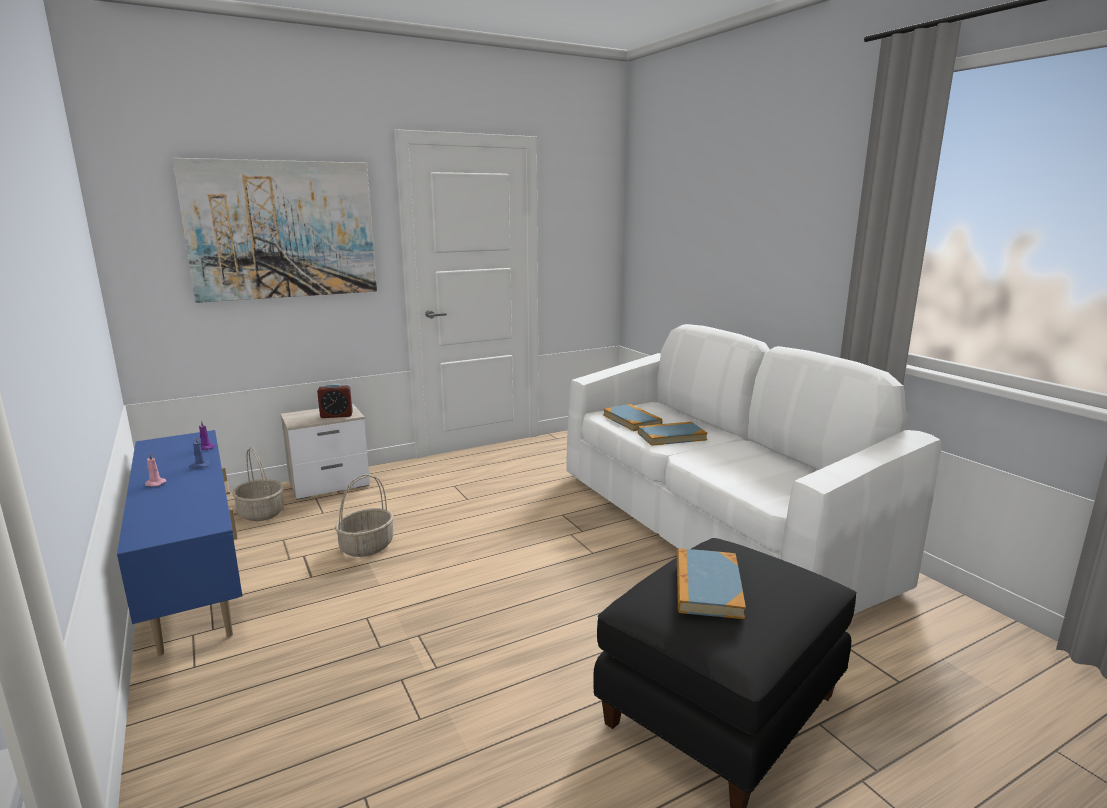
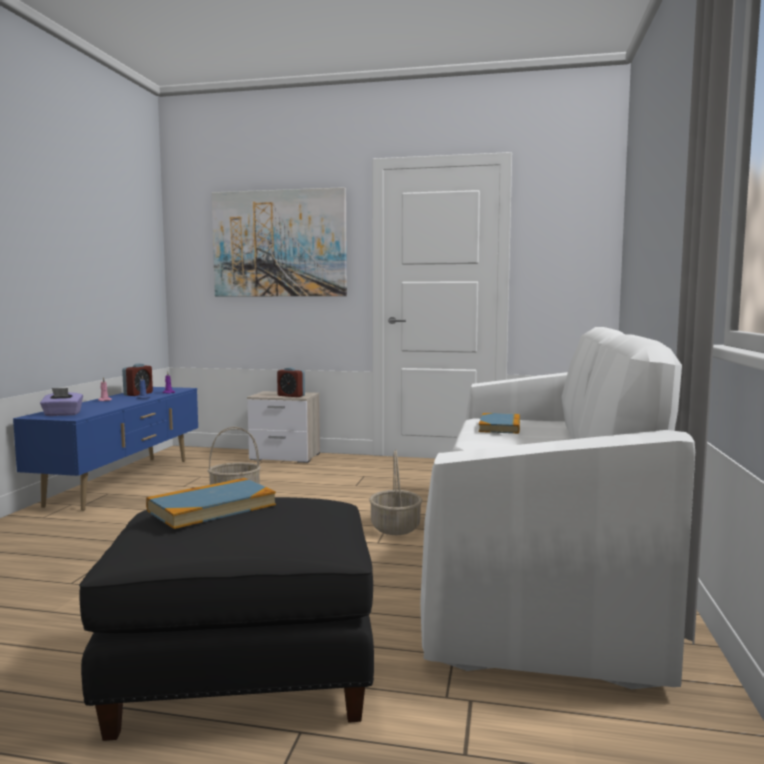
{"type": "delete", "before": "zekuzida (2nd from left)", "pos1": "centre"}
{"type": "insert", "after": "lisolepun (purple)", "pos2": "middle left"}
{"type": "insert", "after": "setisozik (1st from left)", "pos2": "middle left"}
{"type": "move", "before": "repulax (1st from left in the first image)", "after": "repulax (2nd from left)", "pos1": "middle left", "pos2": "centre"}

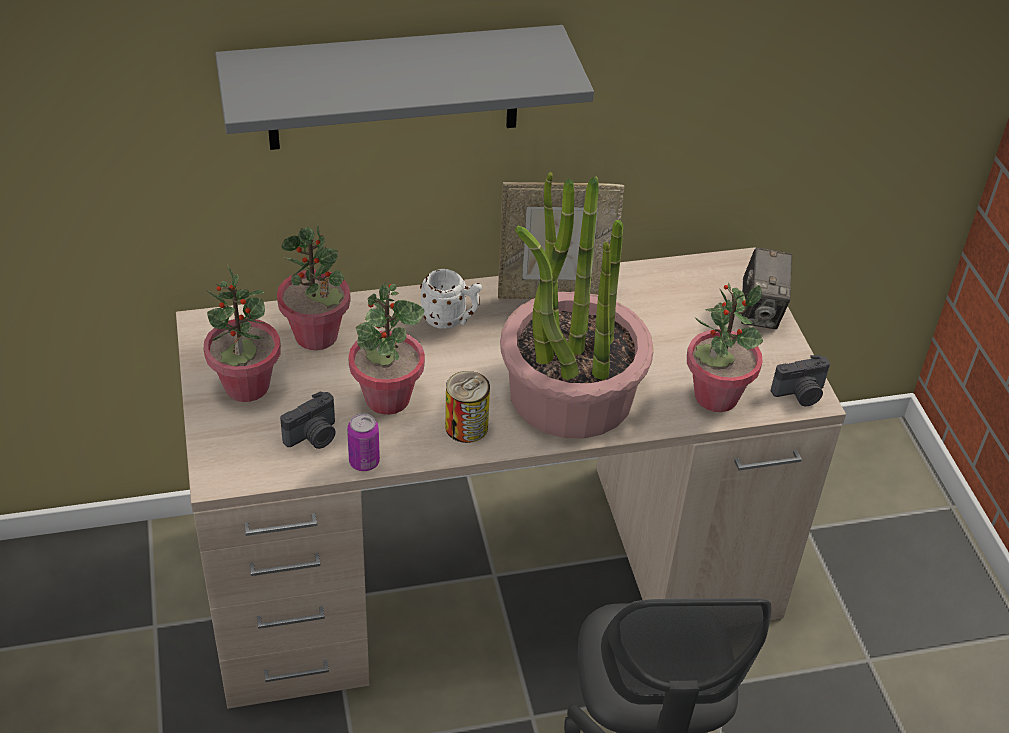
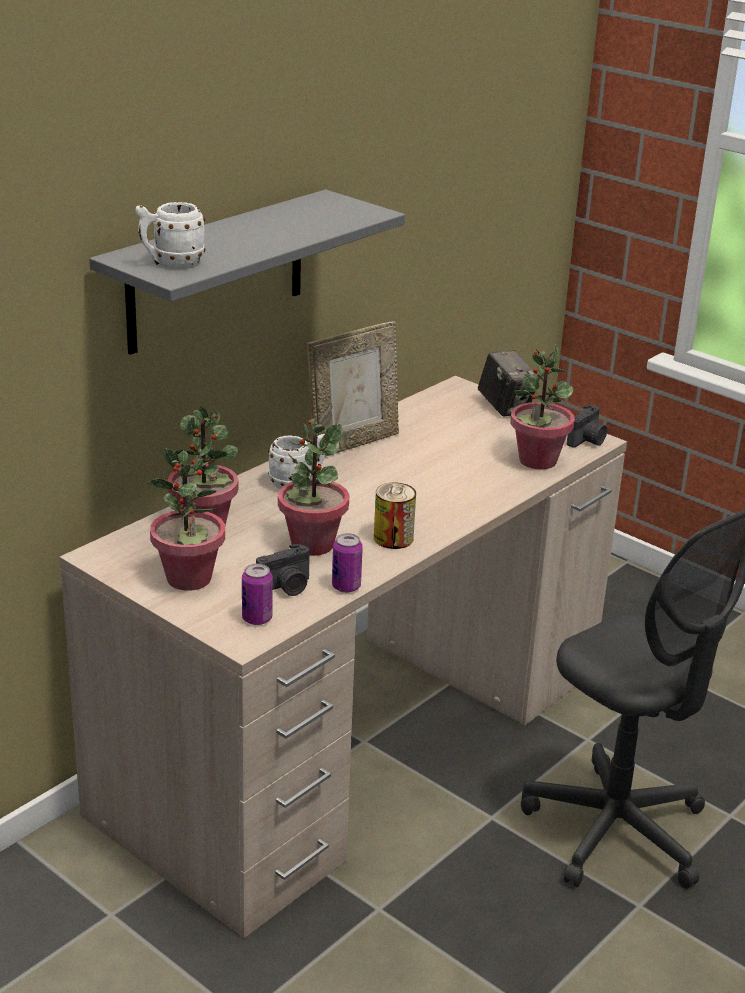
{"type": "delete", "before": "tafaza (4th from left)", "pos1": "centre"}
{"type": "insert", "after": "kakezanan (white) (1st from left)", "pos2": "top left"}
{"type": "insert", "after": "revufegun (1st from left)", "pos2": "centre"}
{"type": "rotate", "before": "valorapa (1st from left)", "pos1": "middle left", "pos2": "centre", "turn": 45}

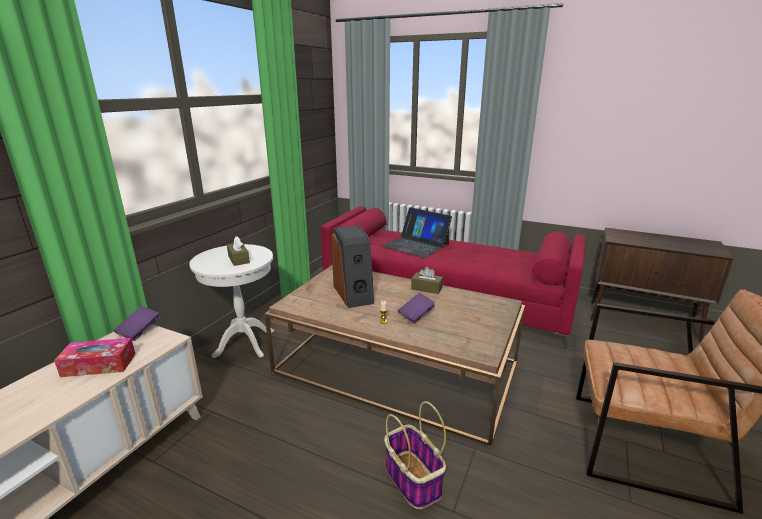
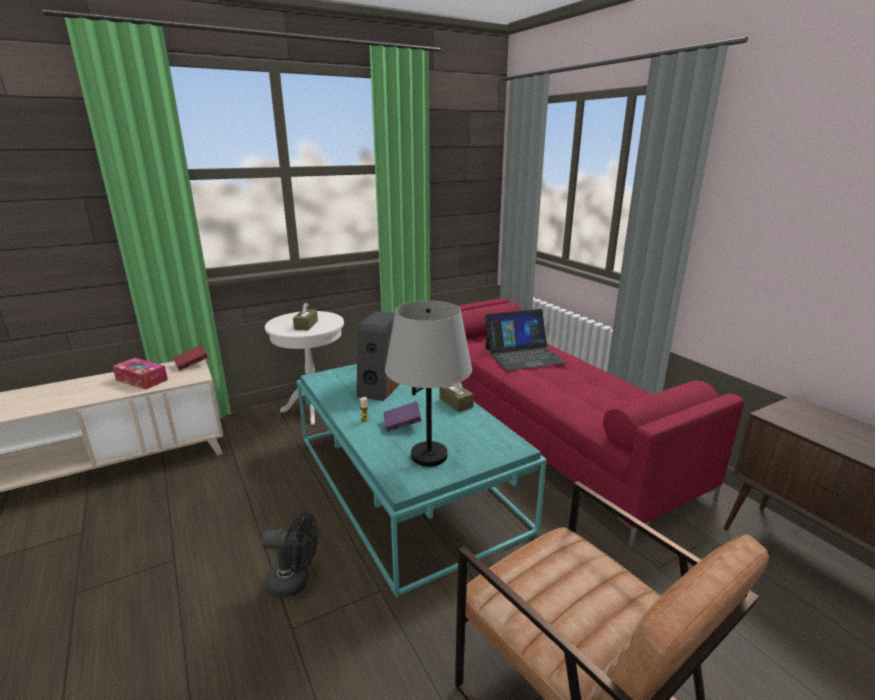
{"type": "insert", "after": "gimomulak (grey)", "pos2": "centre"}
{"type": "replace", "before": "repulax", "after": "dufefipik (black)", "pos1": "bottom centre", "pos2": "bottom left"}
{"type": "recolor", "before": "zekuzida (purple) (1st from left)", "after": "zekuzida (red)", "pos1": "middle left", "pos2": "middle left"}
{"type": "recolor", "before": "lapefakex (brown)", "after": "lapefakex (turquoise)", "pos1": "bottom centre", "pos2": "bottom centre"}
{"type": "rotate", "before": "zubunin", "pos1": "centre", "pos2": "centre", "turn": -90}

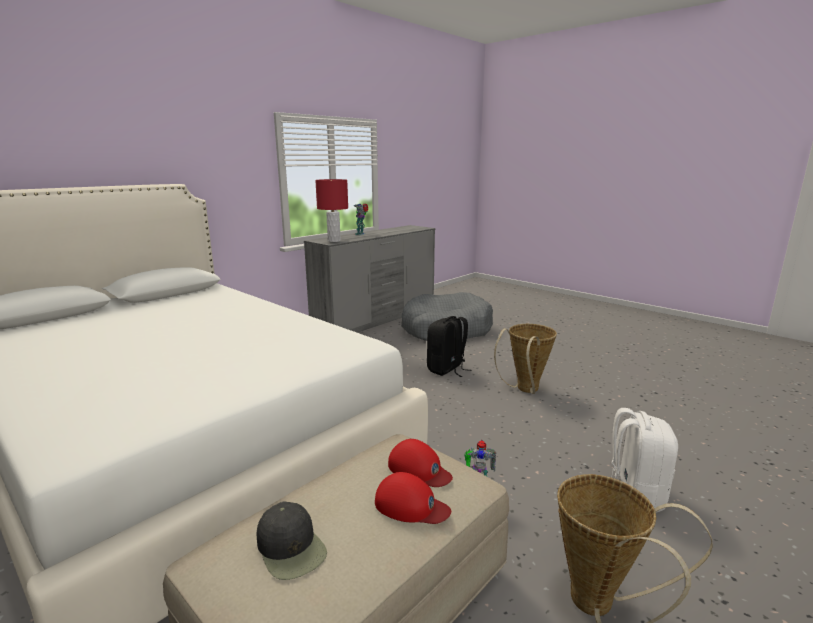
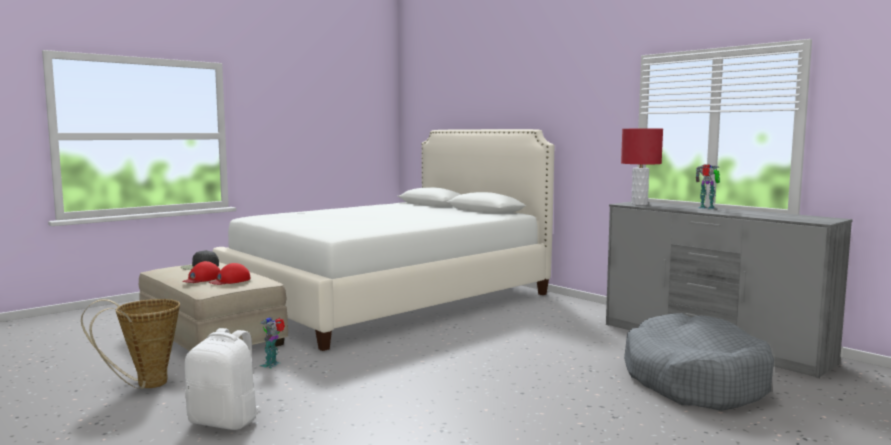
{"type": "delete", "before": "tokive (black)", "pos1": "centre"}
{"type": "delete", "before": "repulax (1st from left)", "pos1": "centre"}

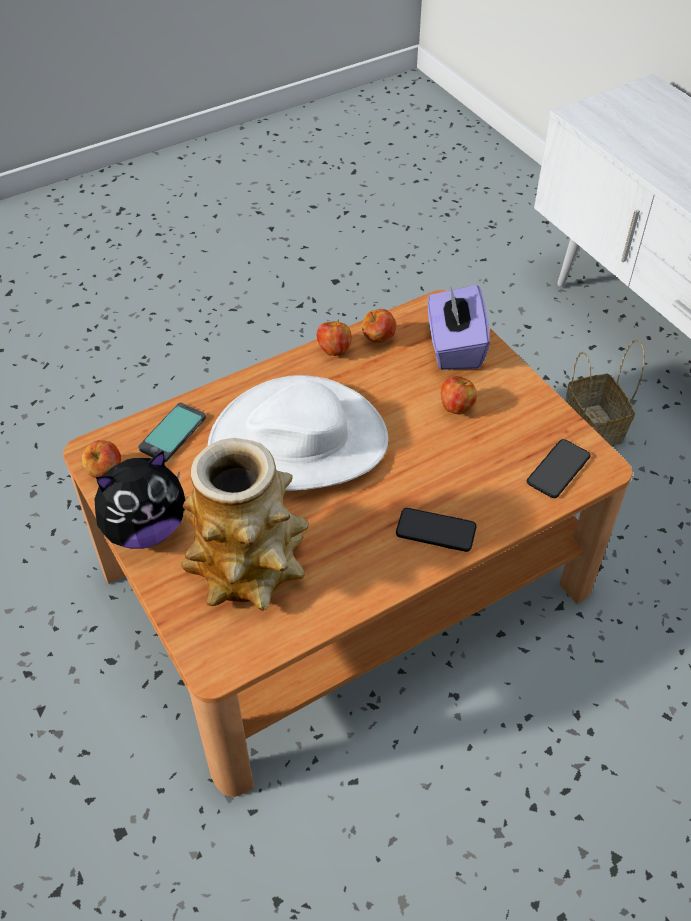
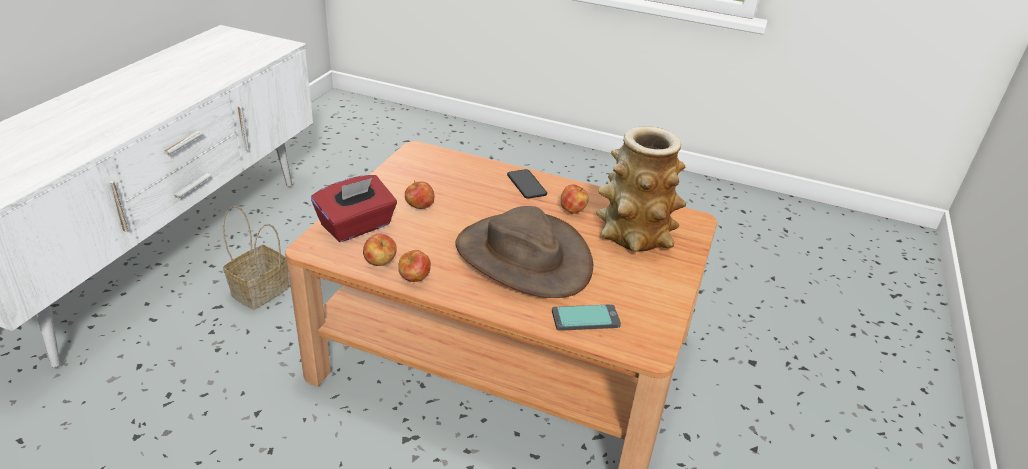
{"type": "delete", "before": "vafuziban", "pos1": "middle left"}
{"type": "delete", "before": "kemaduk (3rd from left)", "pos1": "middle right"}
{"type": "move", "before": "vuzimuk (1st from left in the first image)", "after": "vuzimuk (4th from left)", "pos1": "middle left", "pos2": "centre"}
{"type": "recolor", "before": "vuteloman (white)", "after": "vuteloman (brown)", "pos1": "centre", "pos2": "centre"}
{"type": "recolor", "before": "lisolepun (purple)", "after": "lisolepun (red)", "pos1": "centre", "pos2": "centre"}

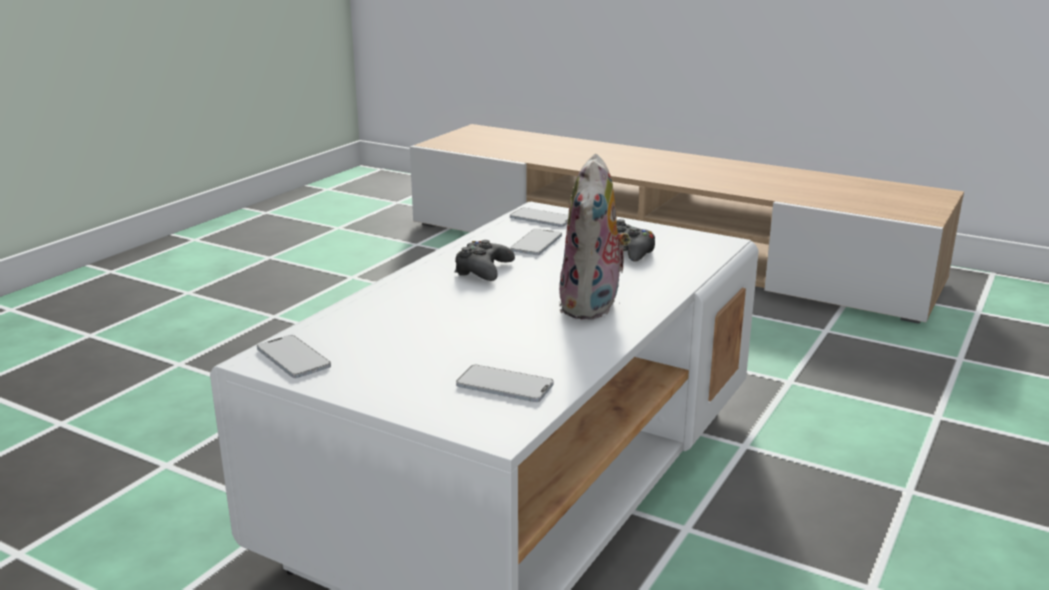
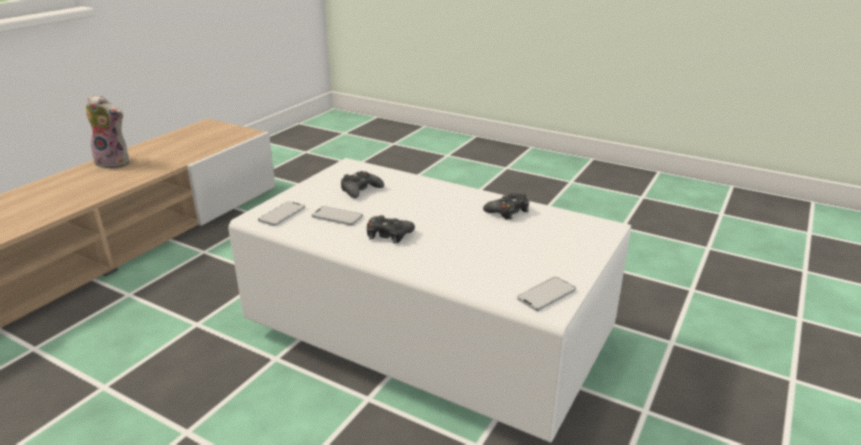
{"type": "delete", "before": "kemaduk (2nd from left)", "pos1": "centre"}
{"type": "insert", "after": "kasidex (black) (3rd from left)", "pos2": "centre"}
{"type": "move", "before": "vafuziban", "pos1": "centre", "pos2": "top left"}

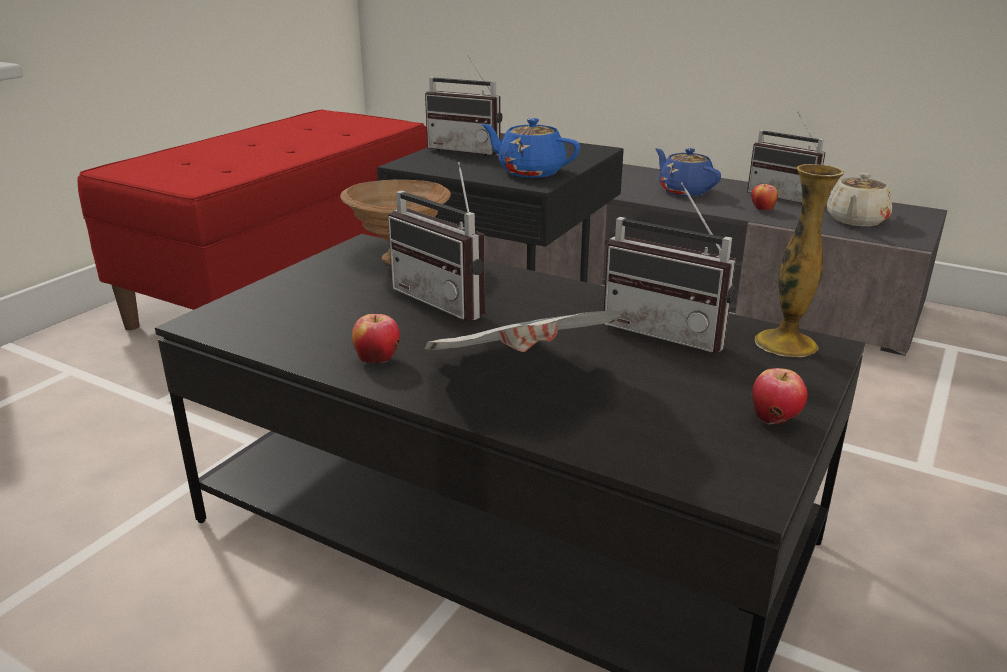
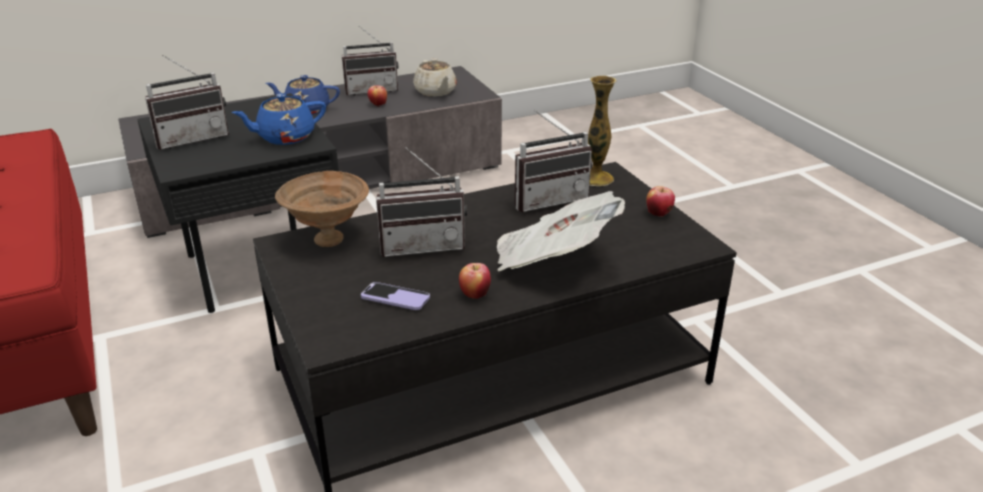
{"type": "insert", "after": "kemaduk", "pos2": "centre"}

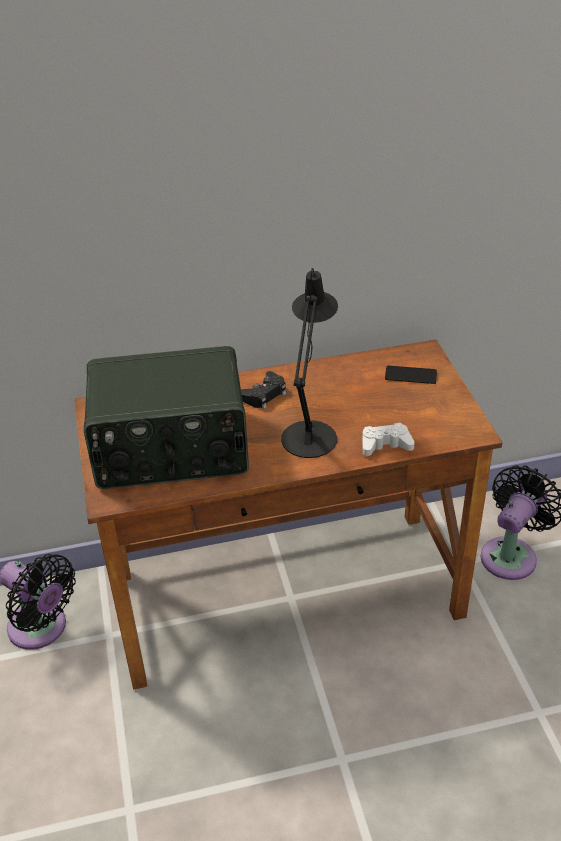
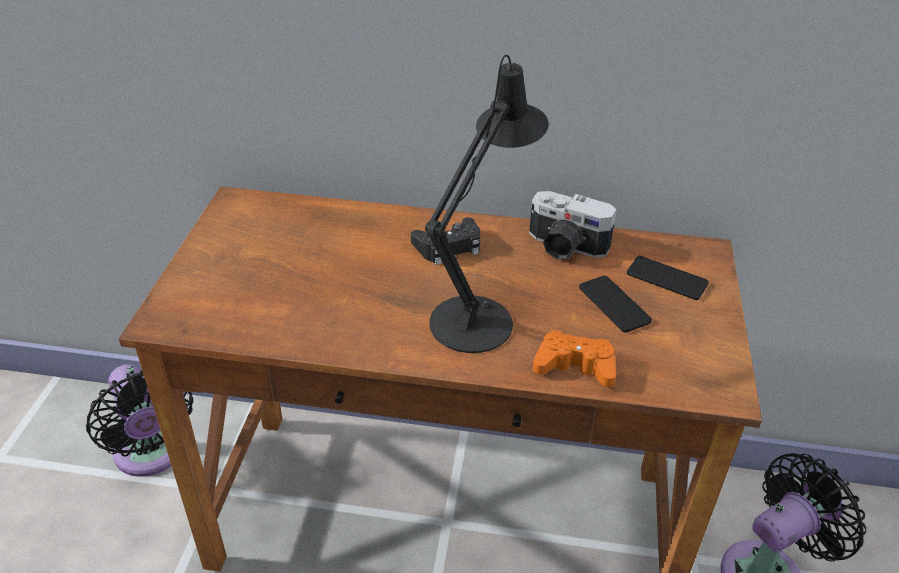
{"type": "delete", "before": "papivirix", "pos1": "middle left"}
{"type": "insert", "after": "valorapa", "pos2": "centre"}
{"type": "insert", "after": "kemaduk (1st from left)", "pos2": "middle right"}
{"type": "recolor", "before": "kasidex (white)", "after": "kasidex (orange)", "pos1": "middle right", "pos2": "centre"}

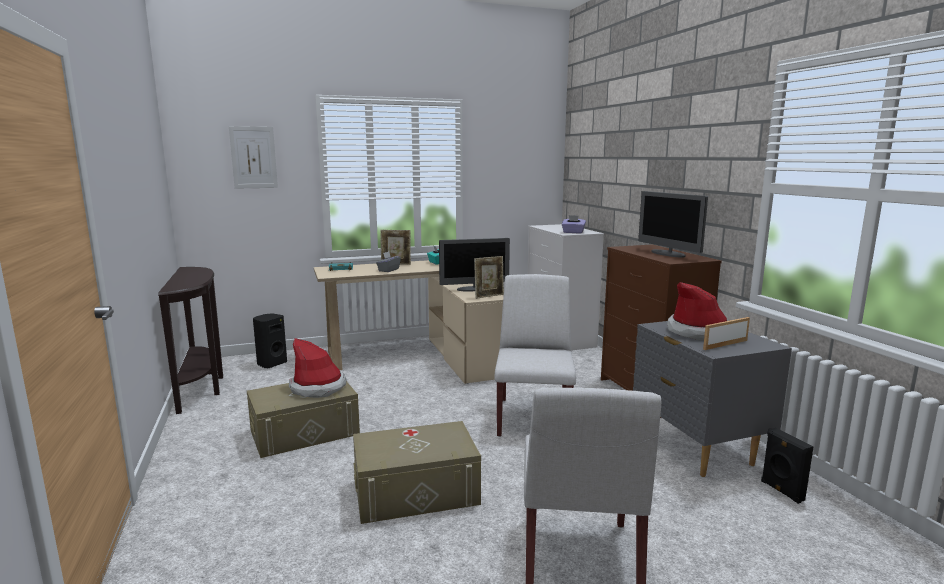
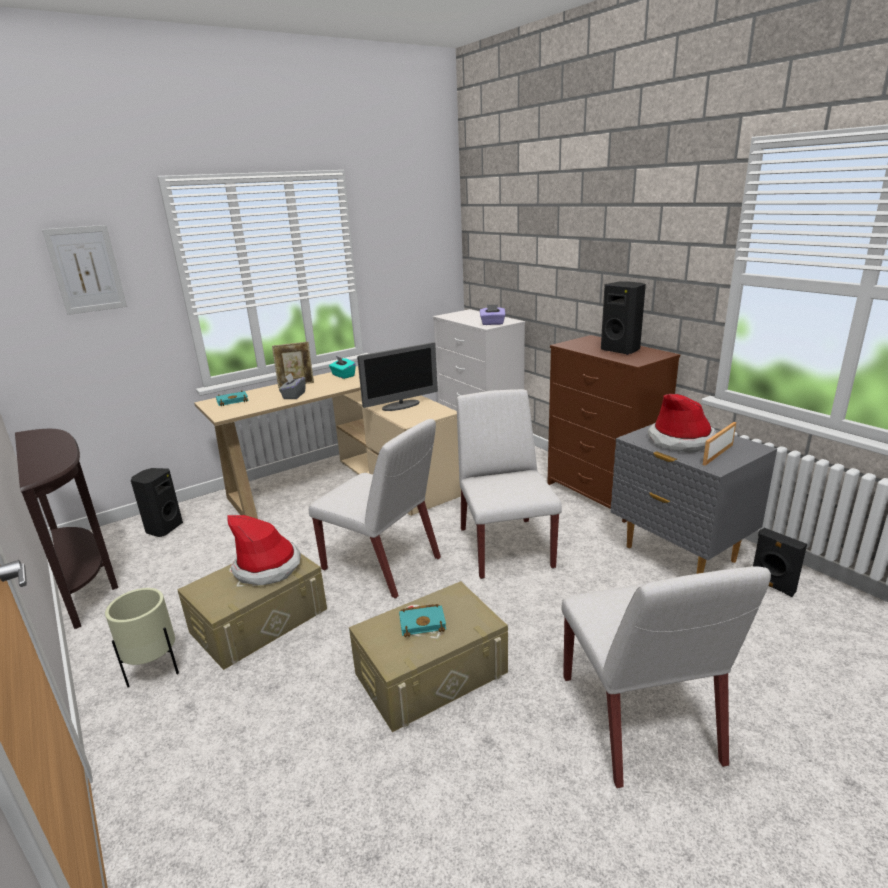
{"type": "delete", "before": "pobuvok (2nd from left)", "pos1": "centre"}
{"type": "insert", "after": "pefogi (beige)", "pos2": "bottom left"}
{"type": "insert", "after": "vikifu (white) (1st from left)", "pos2": "centre"}
{"type": "insert", "after": "zekuzida (turquoise) (2nd from left)", "pos2": "bottom centre"}
{"type": "replace", "before": "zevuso (2nd from left)", "after": "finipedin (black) (2nd from left)", "pos1": "middle right", "pos2": "middle right"}

